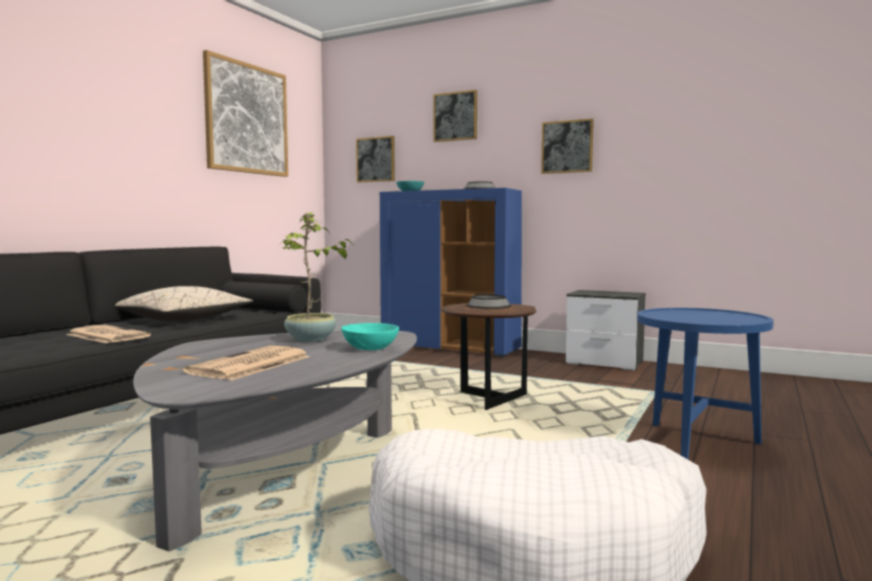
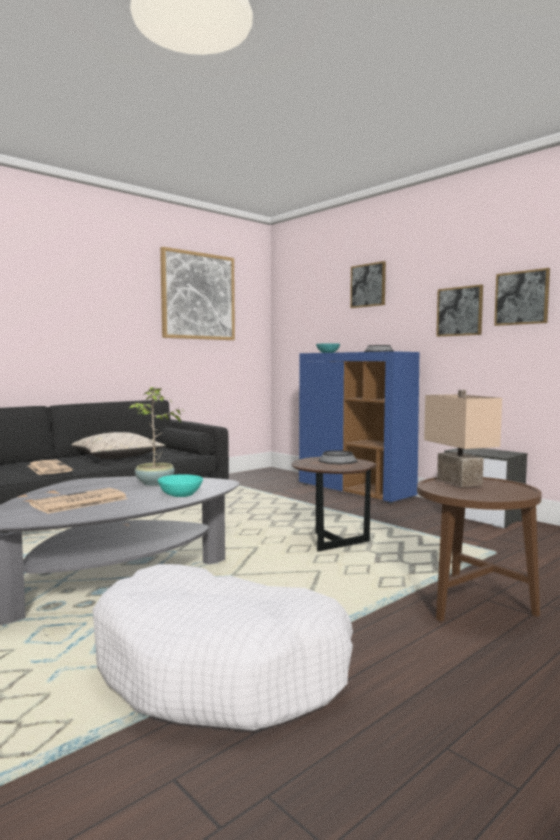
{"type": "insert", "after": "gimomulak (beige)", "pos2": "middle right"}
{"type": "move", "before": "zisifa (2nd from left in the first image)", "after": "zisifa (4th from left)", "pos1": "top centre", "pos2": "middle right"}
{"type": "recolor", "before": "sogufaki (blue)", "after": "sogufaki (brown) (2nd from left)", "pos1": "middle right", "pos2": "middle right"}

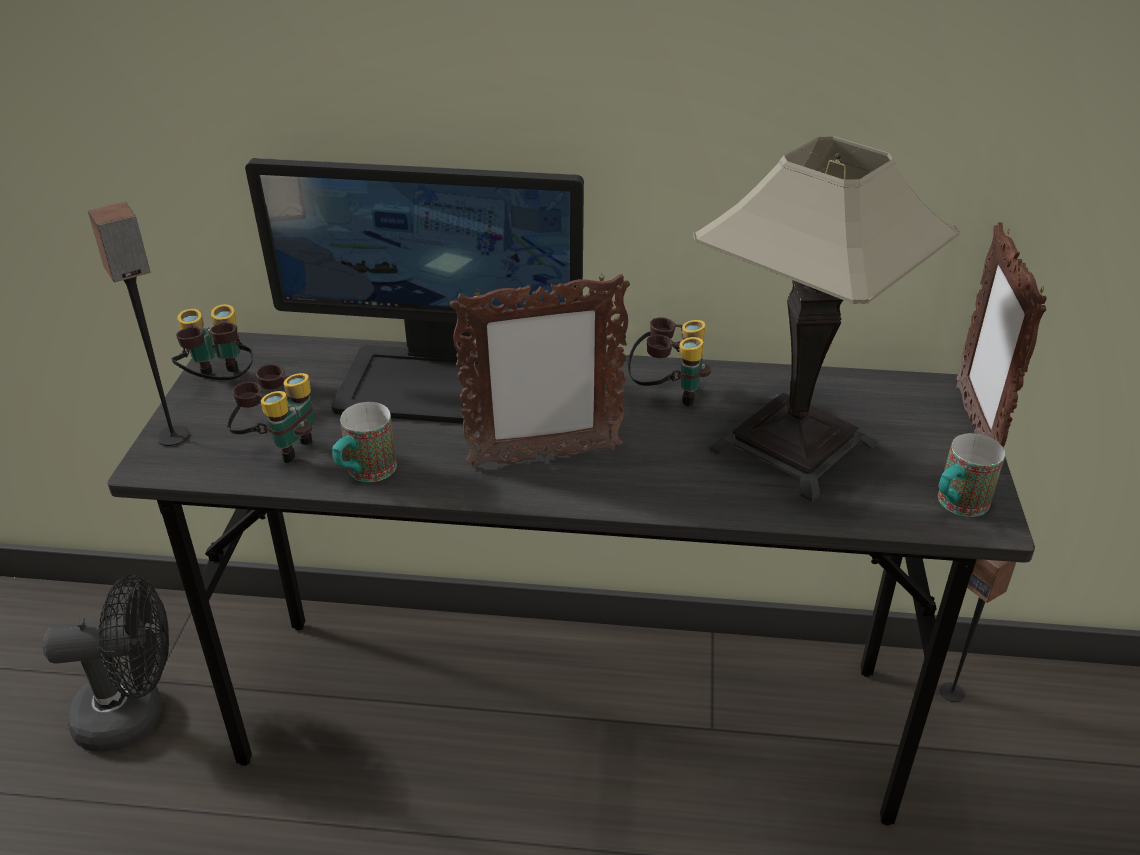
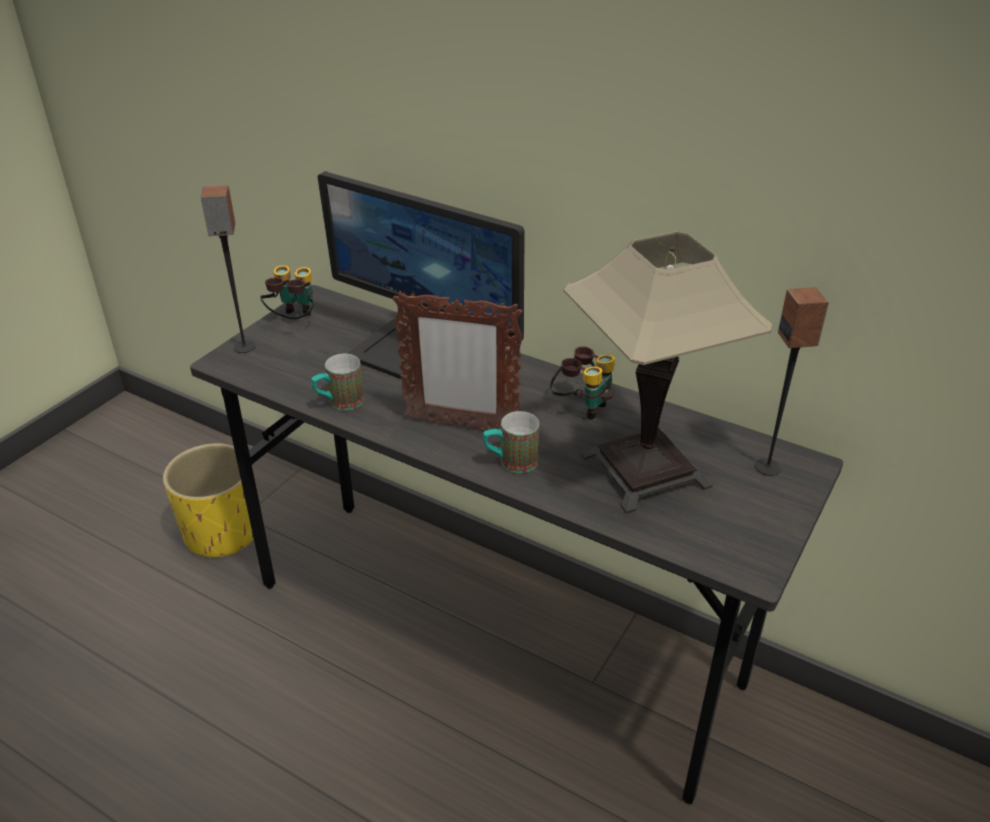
{"type": "delete", "before": "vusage (2nd from left)", "pos1": "middle left"}
{"type": "delete", "before": "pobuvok (2nd from left)", "pos1": "middle right"}
{"type": "move", "before": "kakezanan (2nd from left)", "pos1": "middle right", "pos2": "centre"}
{"type": "move", "before": "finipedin (2nd from left)", "pos1": "bottom right", "pos2": "middle right"}
{"type": "replace", "before": "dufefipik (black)", "after": "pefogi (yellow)", "pos1": "bottom left", "pos2": "middle left"}

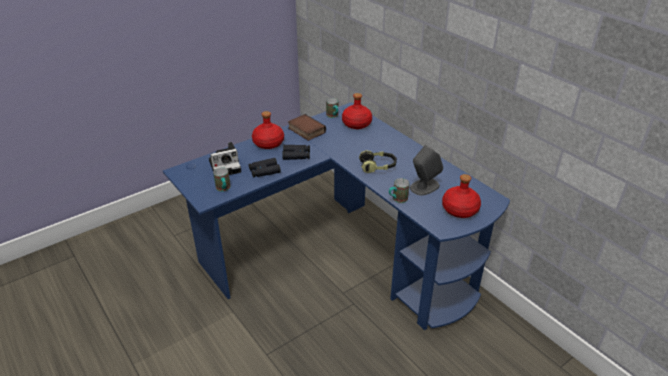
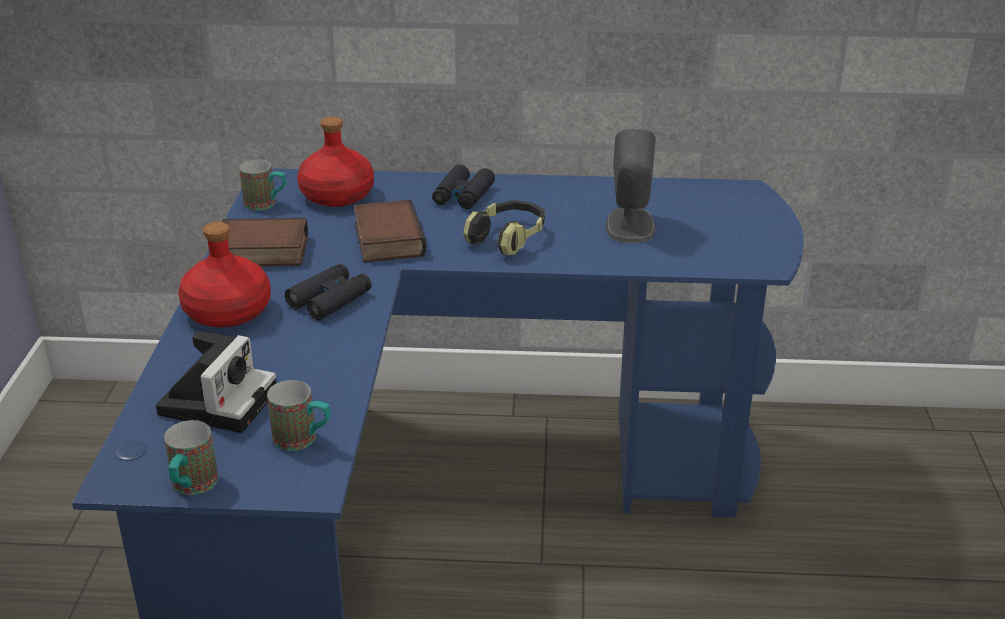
{"type": "delete", "before": "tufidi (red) (3rd from left)", "pos1": "middle right"}
{"type": "insert", "after": "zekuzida (2nd from left)", "pos2": "centre"}
{"type": "move", "before": "vusage (black) (1st from left in the first image)", "after": "vusage (black) (2nd from left)", "pos1": "centre", "pos2": "top centre"}
{"type": "move", "before": "kakezanan (3rd from left in the first image)", "after": "kakezanan (1st from left)", "pos1": "centre", "pos2": "bottom left"}

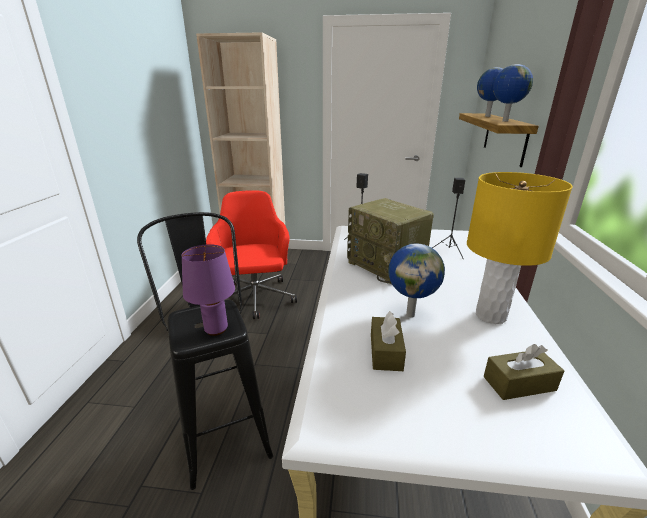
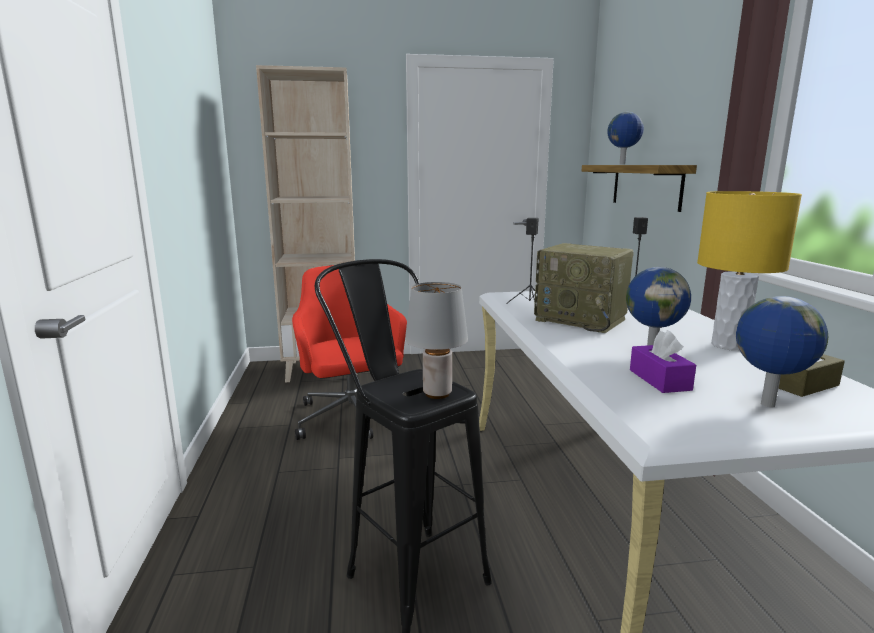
{"type": "move", "before": "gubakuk (3rd from left)", "pos1": "top right", "pos2": "middle right"}
{"type": "recolor", "before": "gimomulak (purple)", "after": "gimomulak (grey)", "pos1": "middle left", "pos2": "centre"}
{"type": "recolor", "before": "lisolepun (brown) (1st from left)", "after": "lisolepun (purple)", "pos1": "centre", "pos2": "middle right"}

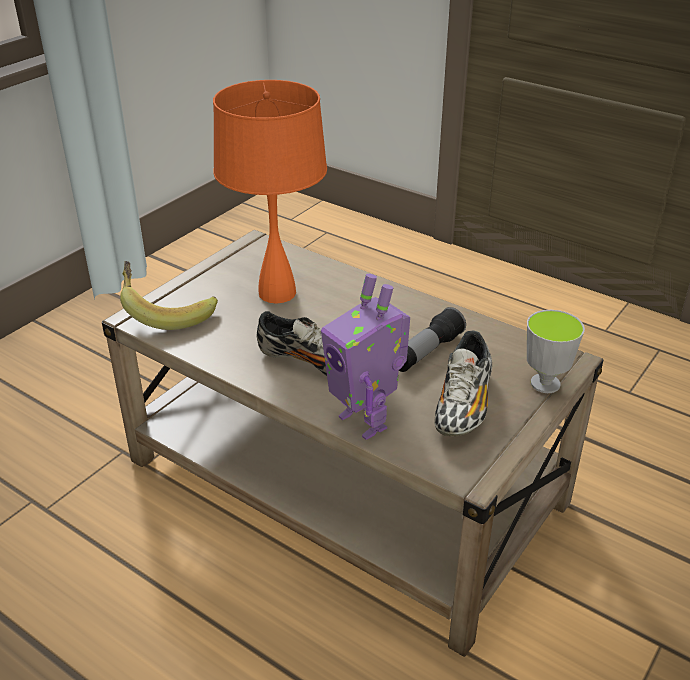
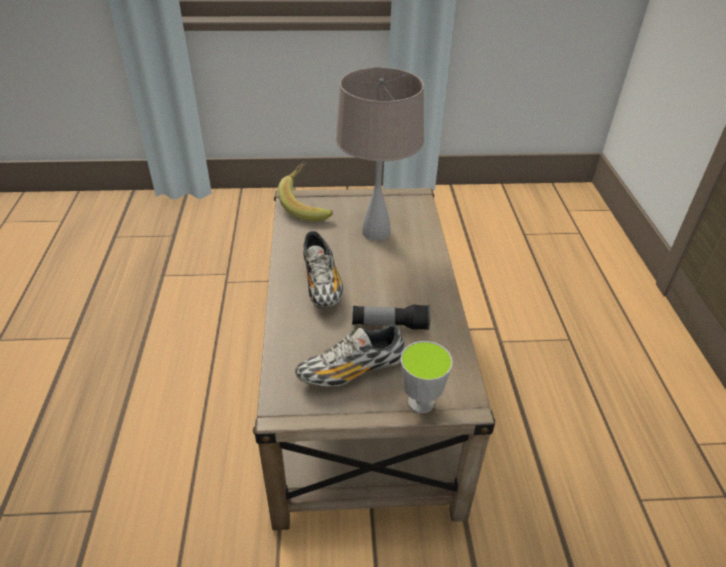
{"type": "delete", "before": "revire", "pos1": "centre"}
{"type": "recolor", "before": "gimomulak (orange)", "after": "gimomulak (beige)", "pos1": "top centre", "pos2": "top centre"}

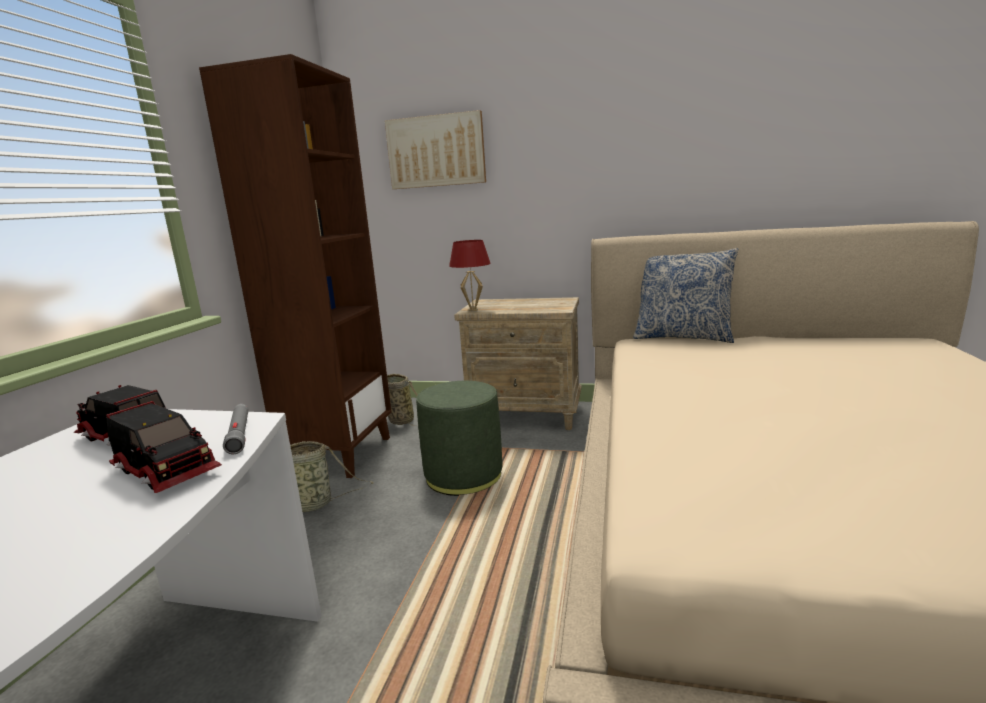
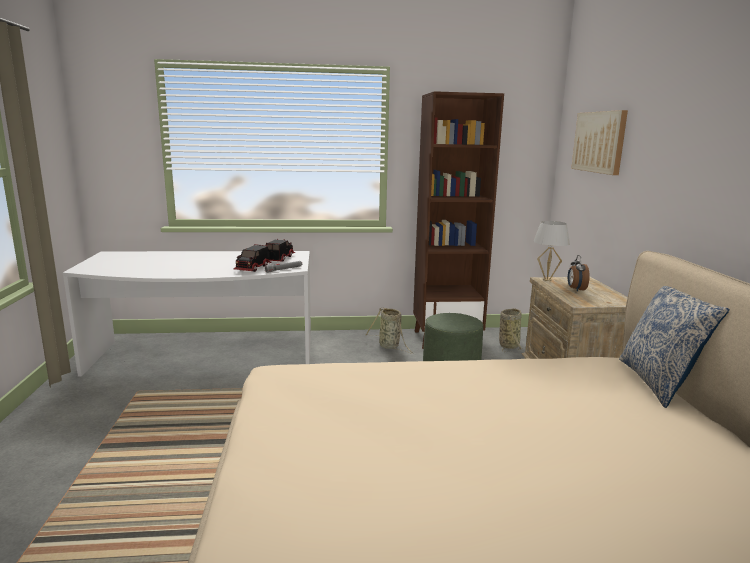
{"type": "insert", "after": "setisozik", "pos2": "middle right"}
{"type": "recolor", "before": "gimomulak (red)", "after": "gimomulak (white)", "pos1": "centre", "pos2": "middle right"}

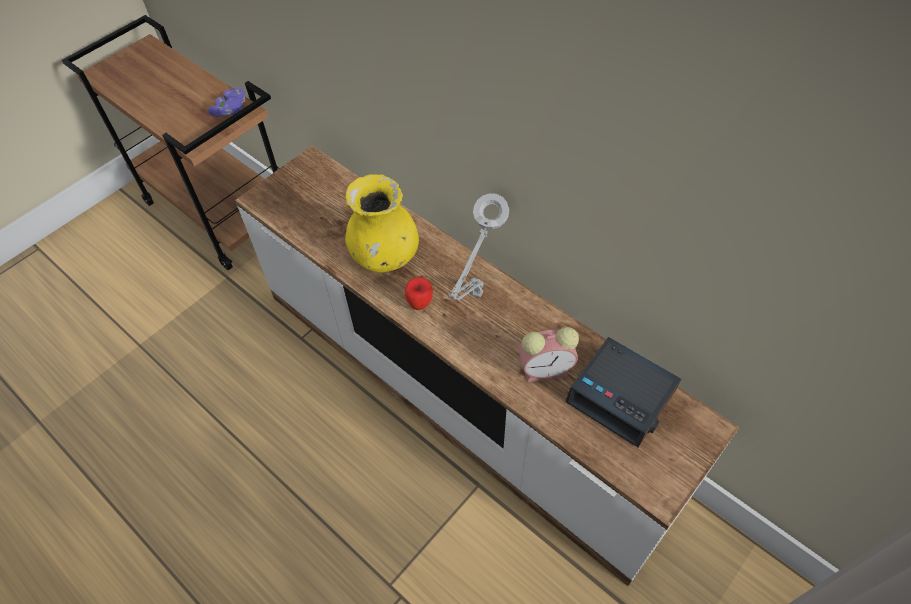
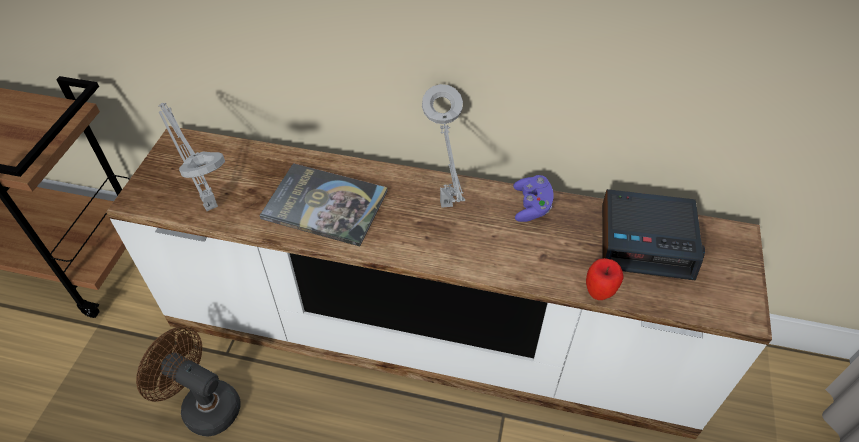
{"type": "delete", "before": "setisozik (1st from left)", "pos1": "centre"}
{"type": "insert", "after": "dufefipik (brown)", "pos2": "bottom left"}
{"type": "insert", "after": "gimomulak (grey) (1st from left)", "pos2": "middle left"}
{"type": "move", "before": "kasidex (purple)", "pos1": "top left", "pos2": "centre"}
{"type": "move", "before": "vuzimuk", "pos1": "centre", "pos2": "middle right"}
{"type": "replace", "before": "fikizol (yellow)", "after": "zekuzida", "pos1": "centre", "pos2": "centre"}

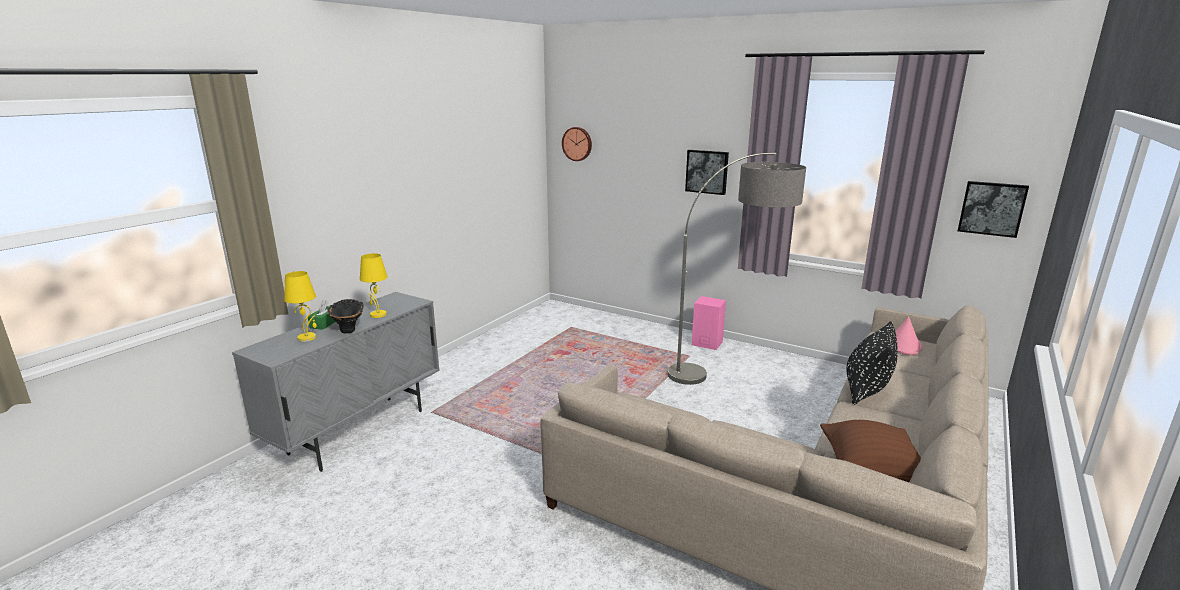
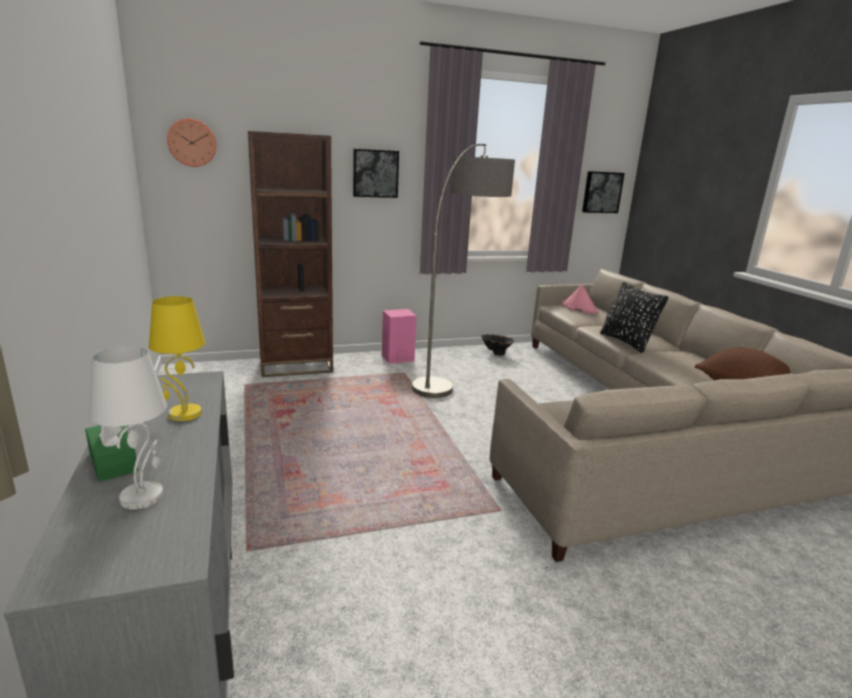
{"type": "insert", "after": "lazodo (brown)", "pos2": "centre"}
{"type": "move", "before": "fikizol (black)", "pos1": "middle left", "pos2": "centre"}
{"type": "recolor", "before": "gimomulak (yellow) (1st from left)", "after": "gimomulak (white)", "pos1": "middle left", "pos2": "middle left"}

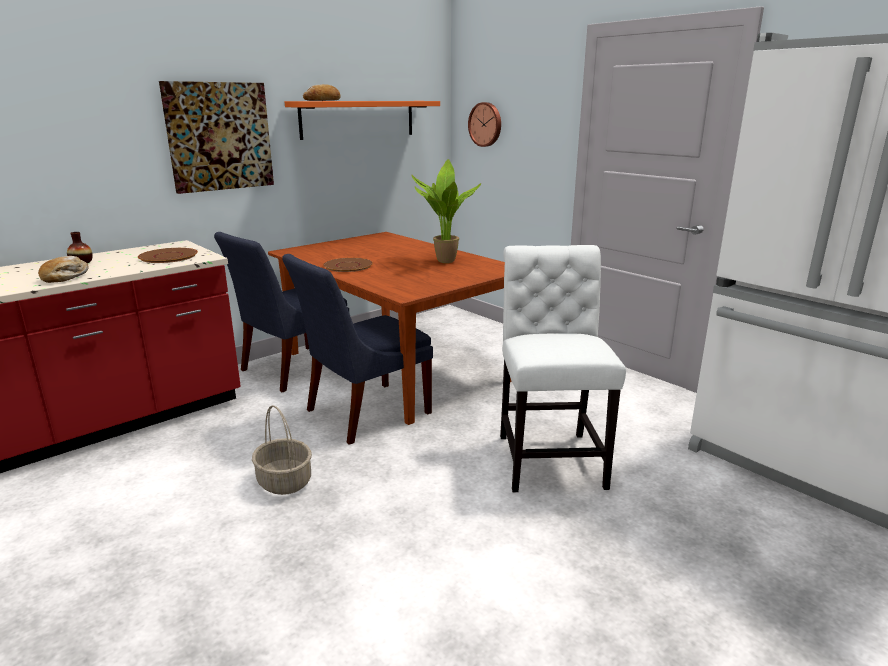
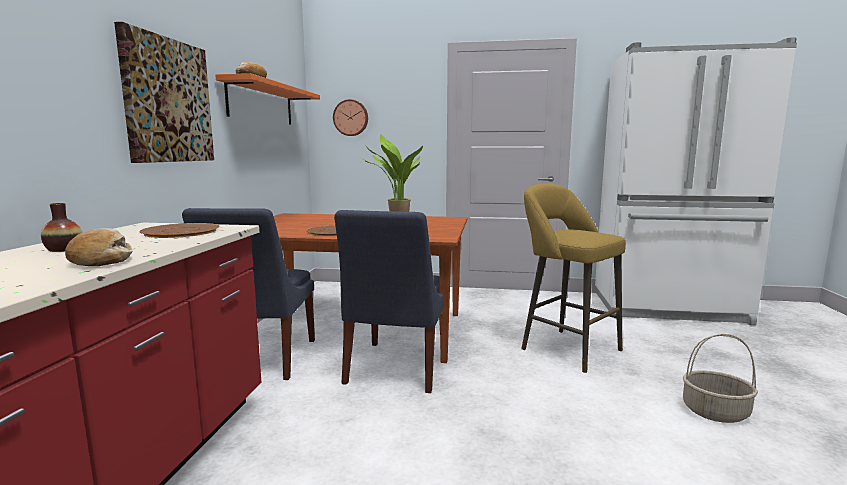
{"type": "move", "before": "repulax", "pos1": "bottom left", "pos2": "bottom right"}
{"type": "replace", "before": "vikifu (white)", "after": "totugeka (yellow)", "pos1": "centre", "pos2": "middle right"}

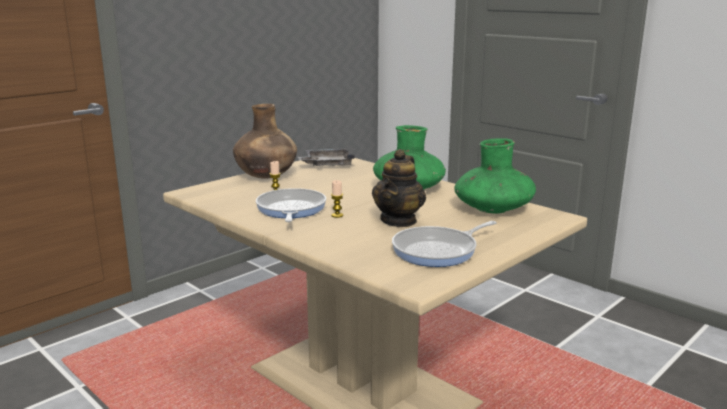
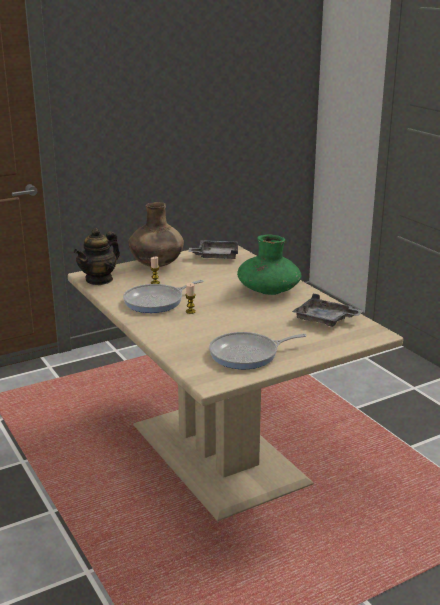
{"type": "move", "before": "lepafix", "pos1": "centre", "pos2": "middle left"}
{"type": "replace", "before": "fikizol (green) (2nd from left)", "after": "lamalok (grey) (2nd from left)", "pos1": "middle right", "pos2": "middle right"}
{"type": "rotate", "before": "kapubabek (1st from left)", "pos1": "centre", "pos2": "centre", "turn": -135}

